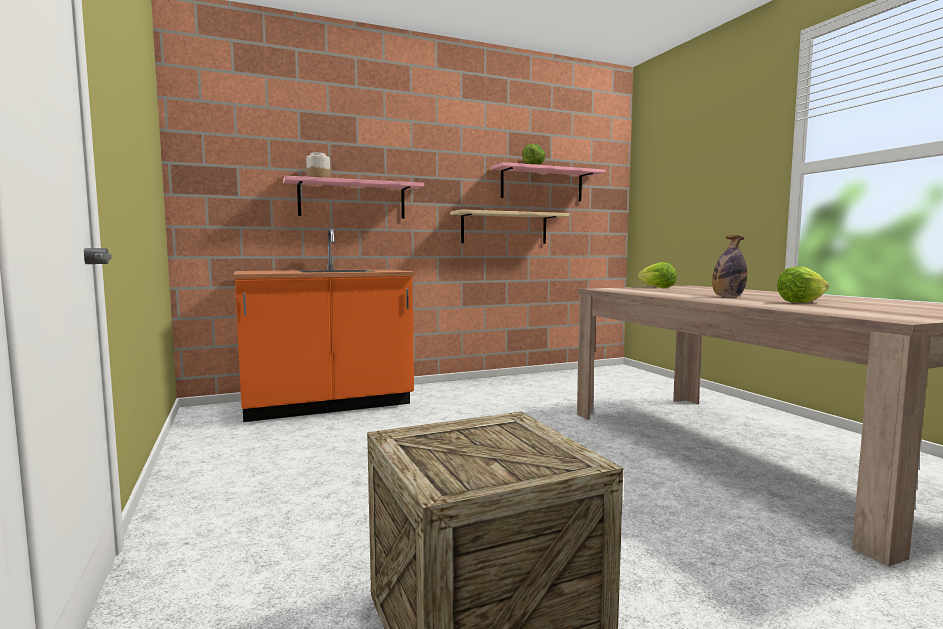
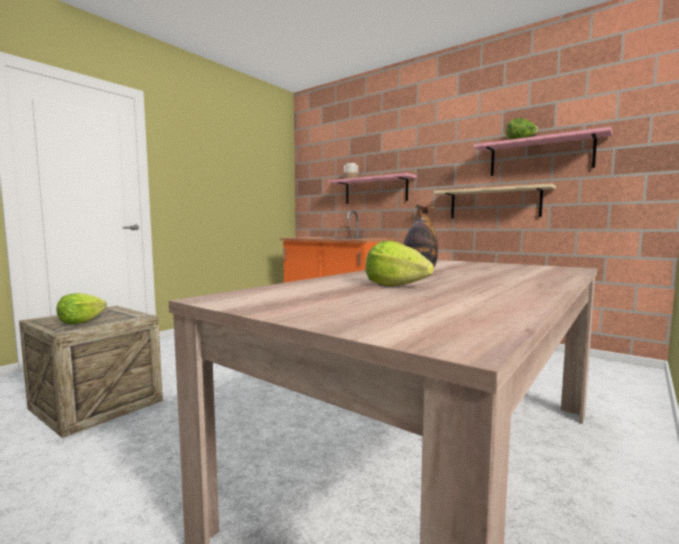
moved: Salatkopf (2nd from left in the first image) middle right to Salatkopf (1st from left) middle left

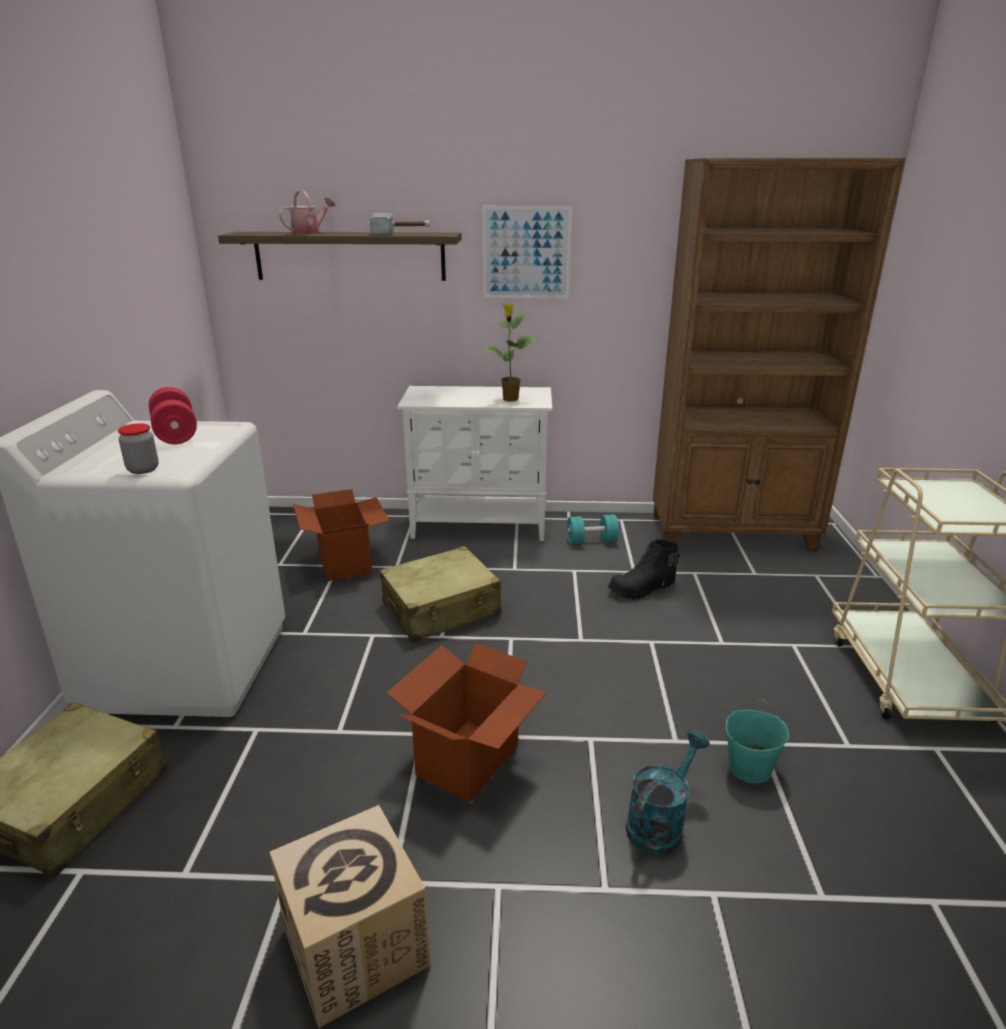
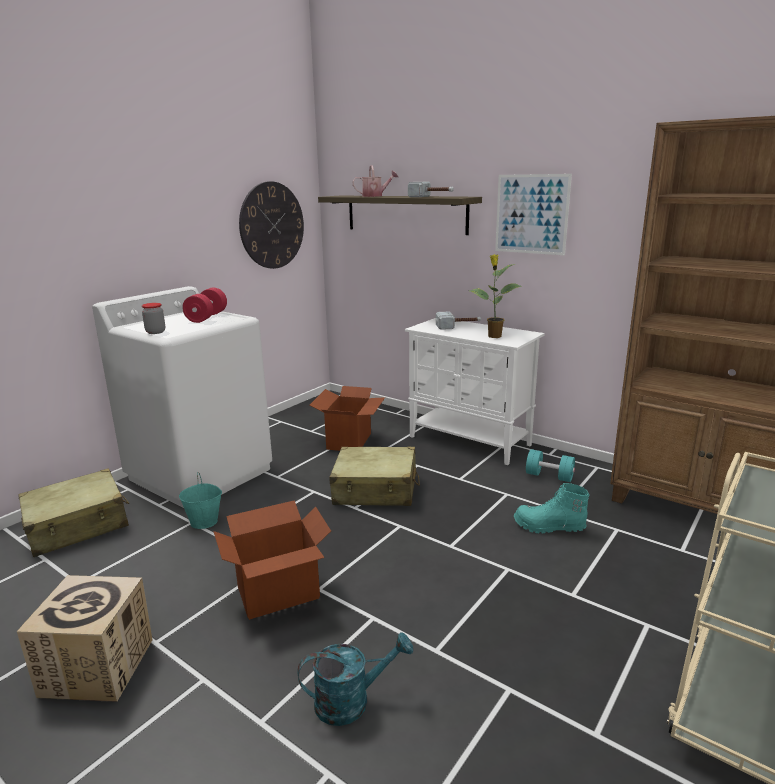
added: Wanduhr top centre; Hammer (2nd from left) centre
moved: Eimer [türkis] bottom right to middle left
recoloured: Stiefel [schwarz] centre to Stiefel [türkis] middle right

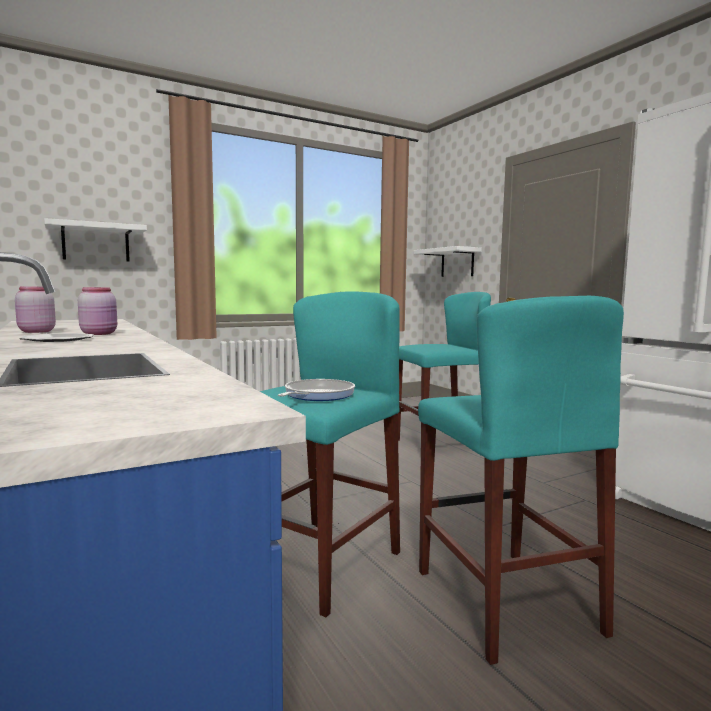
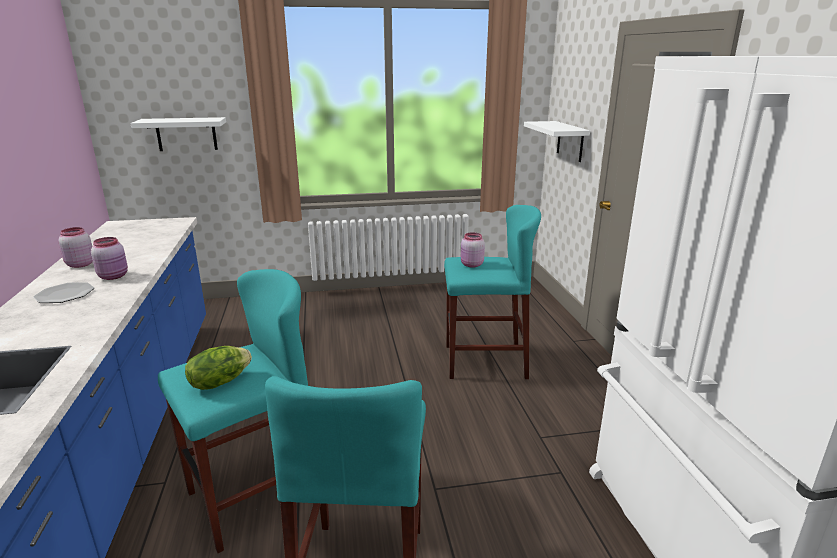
added: Vorratsglas [rosa] (3rd from left) centre
replaced: Pfanne centre to Salatkopf middle left

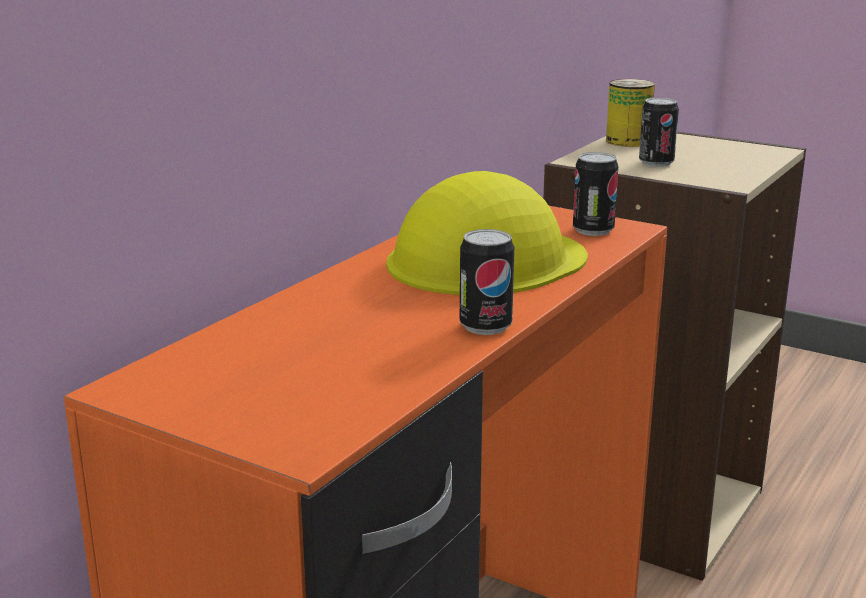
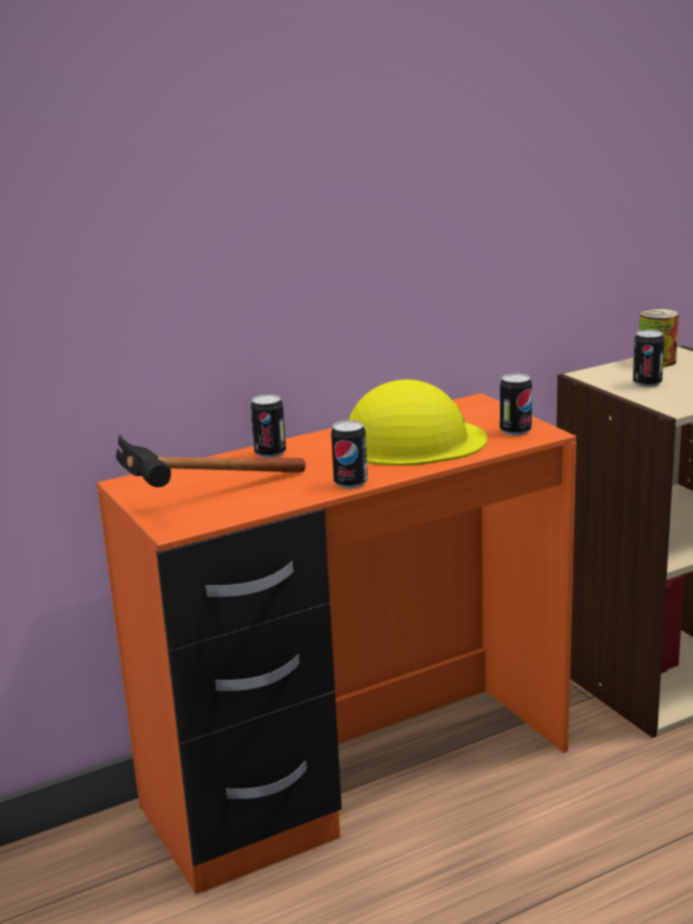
added: Hammer middle left; Dose (1st from left) centre

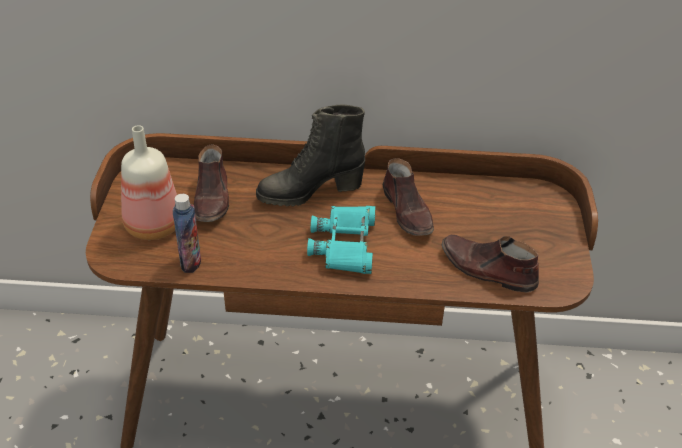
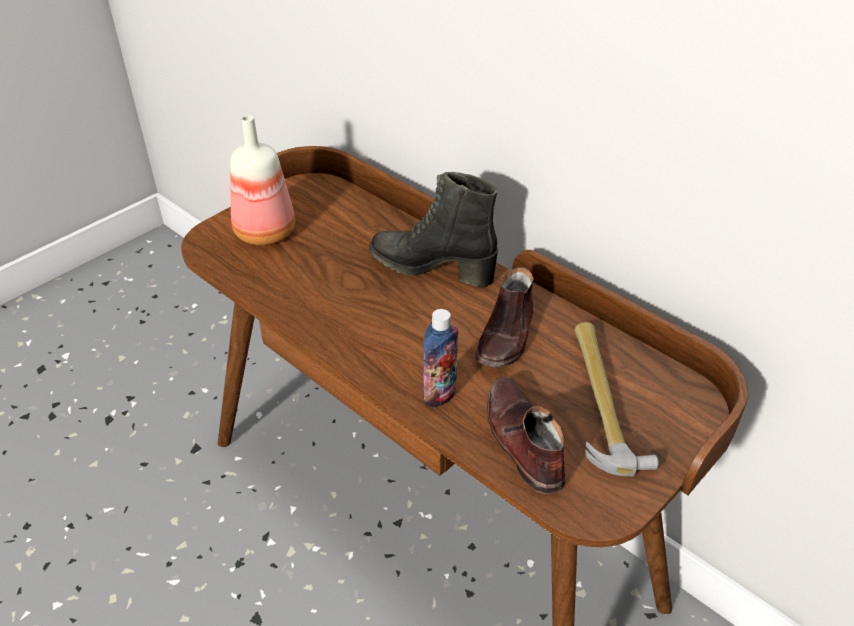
removed: Schuh [braun] (1st from left) middle left; Fernglas [türkis] centre
added: Hammer middle right
moved: Flasche (2nd from left) middle left to centre

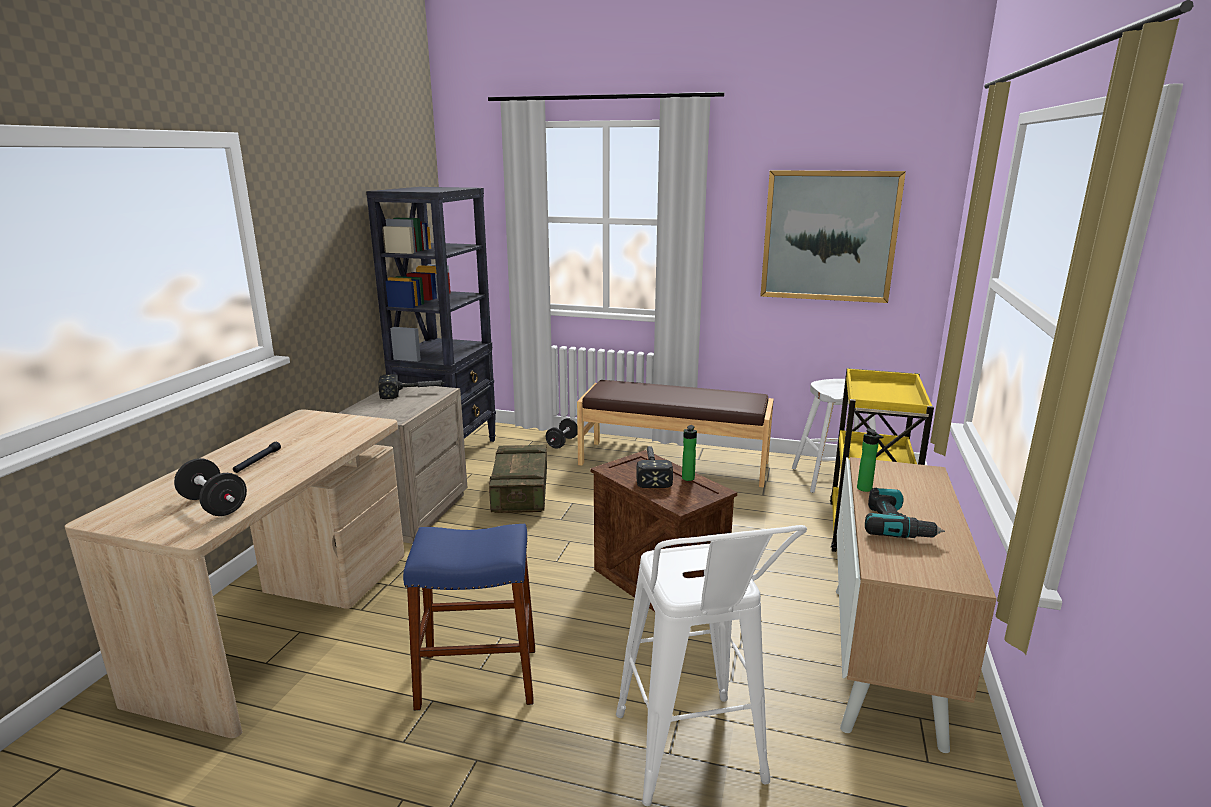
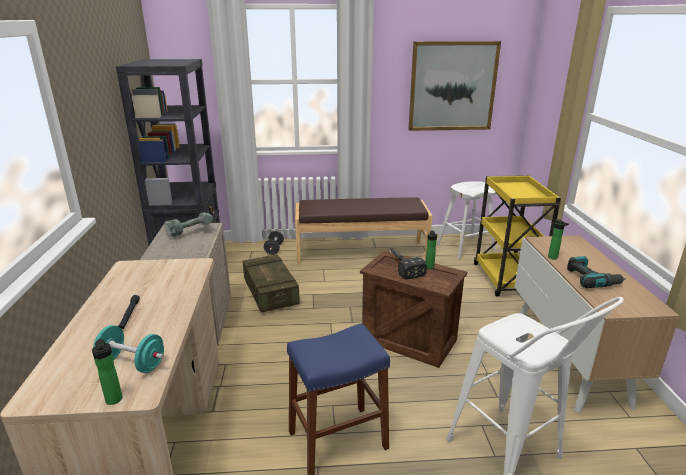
added: Flasche (1st from left) bottom left
replaced: Hammer (1st from left) centre to Bohrmaschine (1st from left) middle left
recoloured: Hantel [schwarz] (1st from left) middle left to Hantel [türkis] bottom left

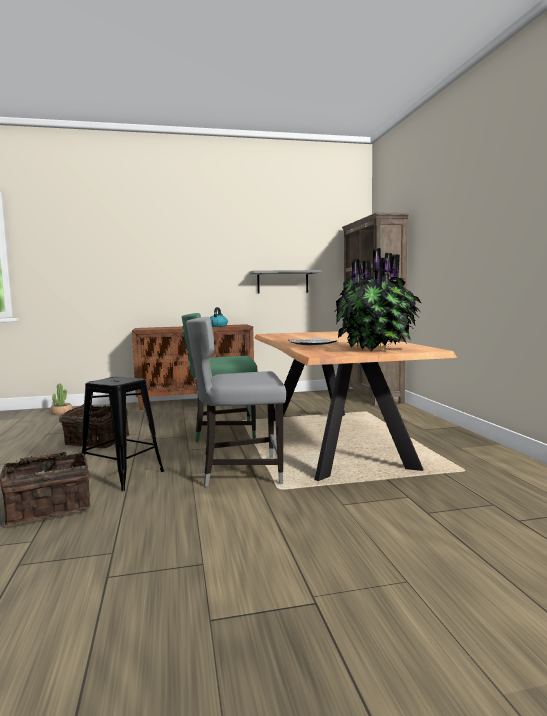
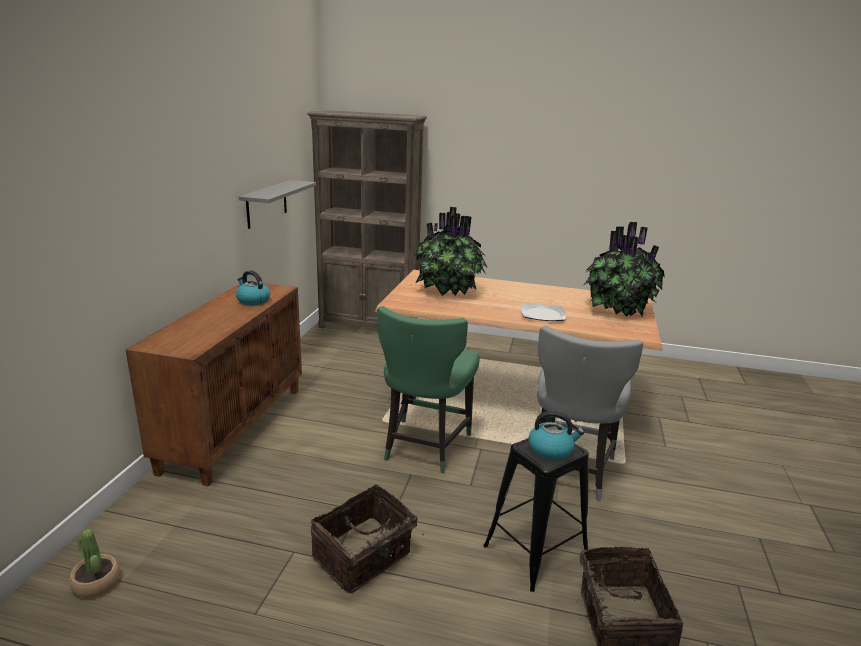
added: Topfpflanze (2nd from left) centre; Wasserkessel (2nd from left) bottom centre

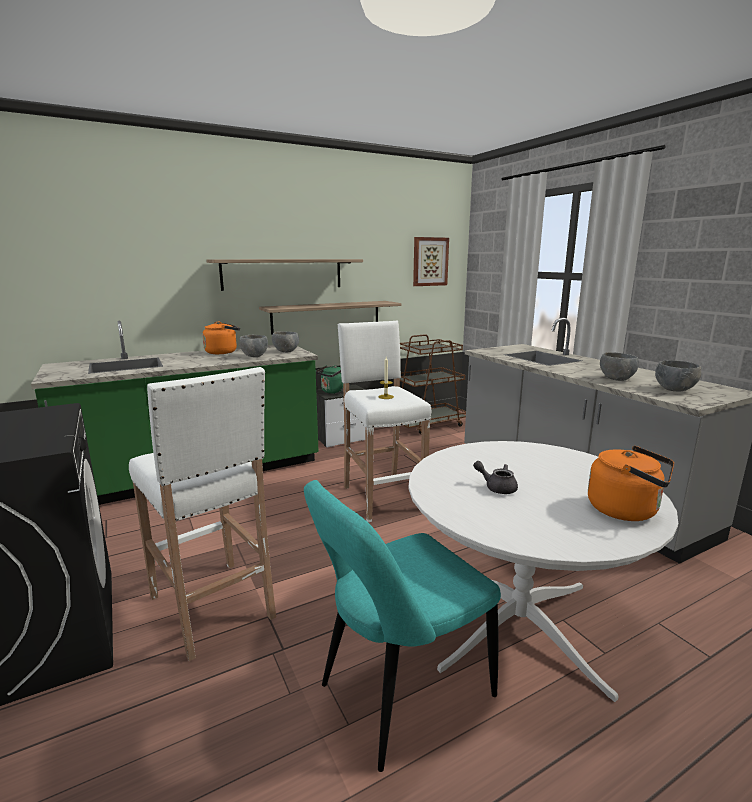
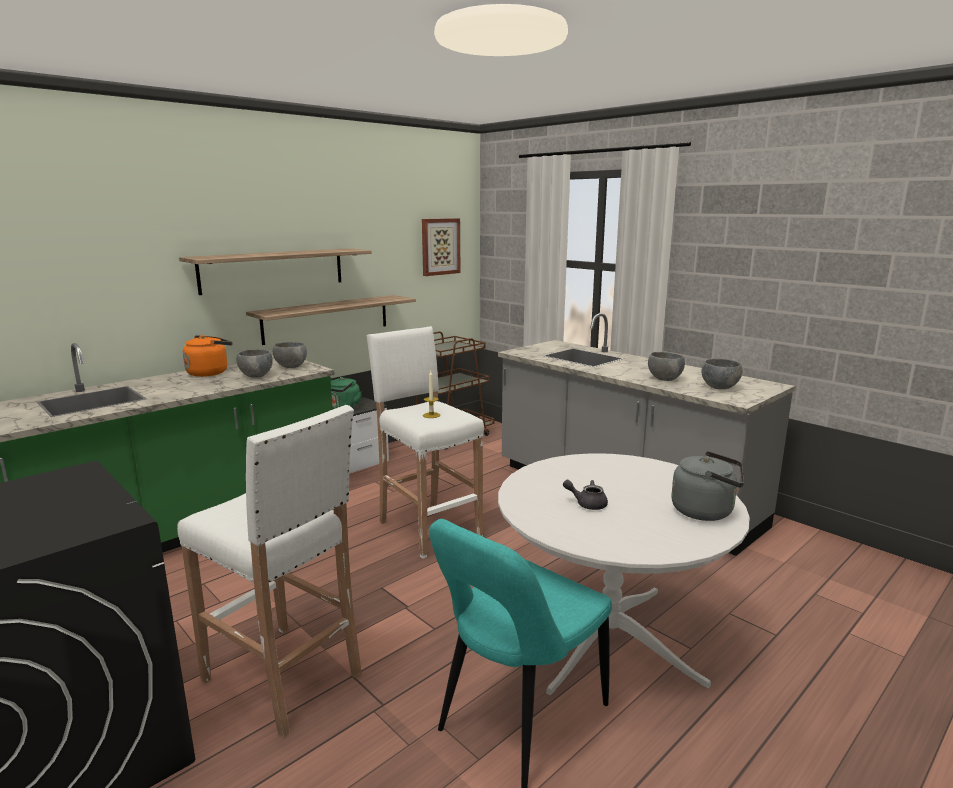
recoloured: Wasserkessel [orange] (2nd from left) middle right to Wasserkessel [grau] middle right

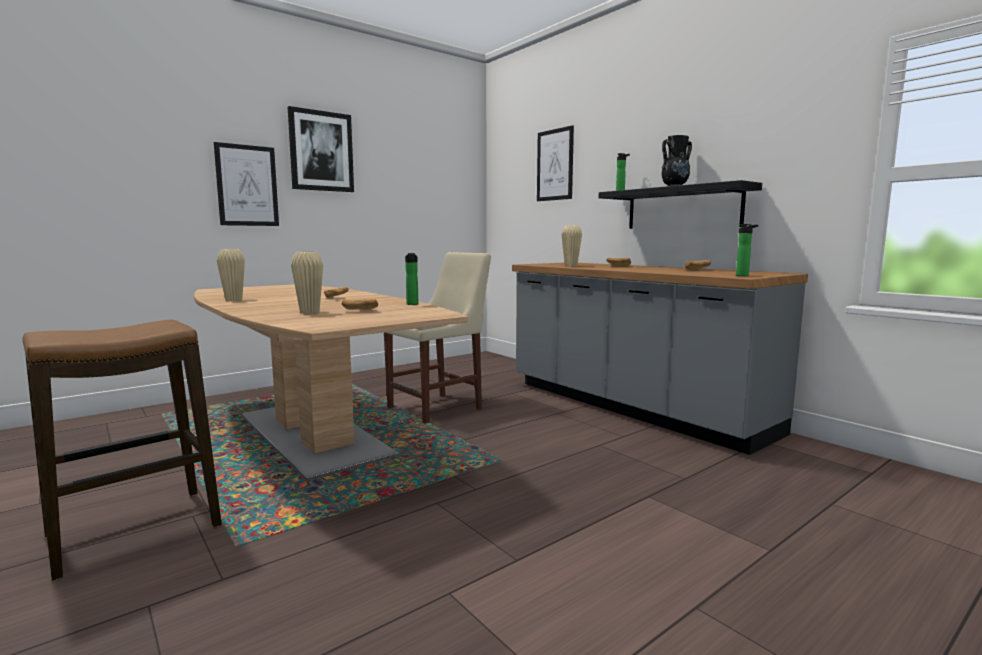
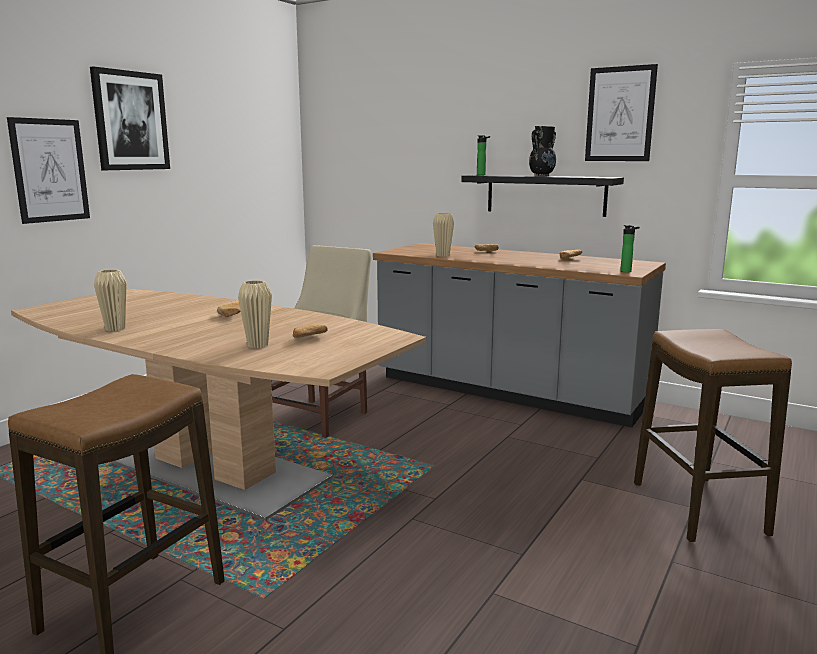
removed: Flasche (1st from left) centre
added: Hocker (2nd from left) middle right
moved: Bild (3rd from left) top centre to top right

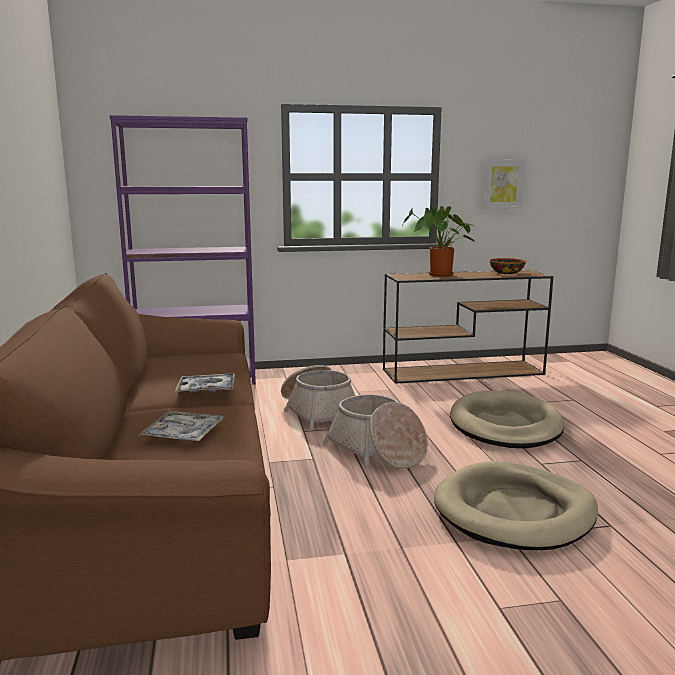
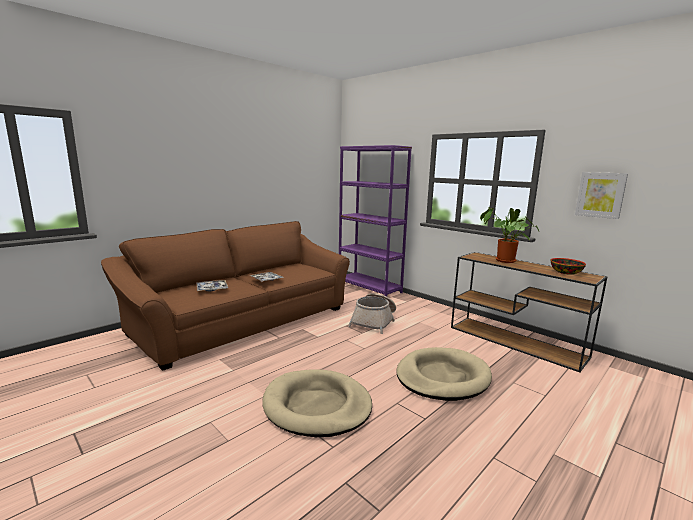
removed: Korb (2nd from left) centre

